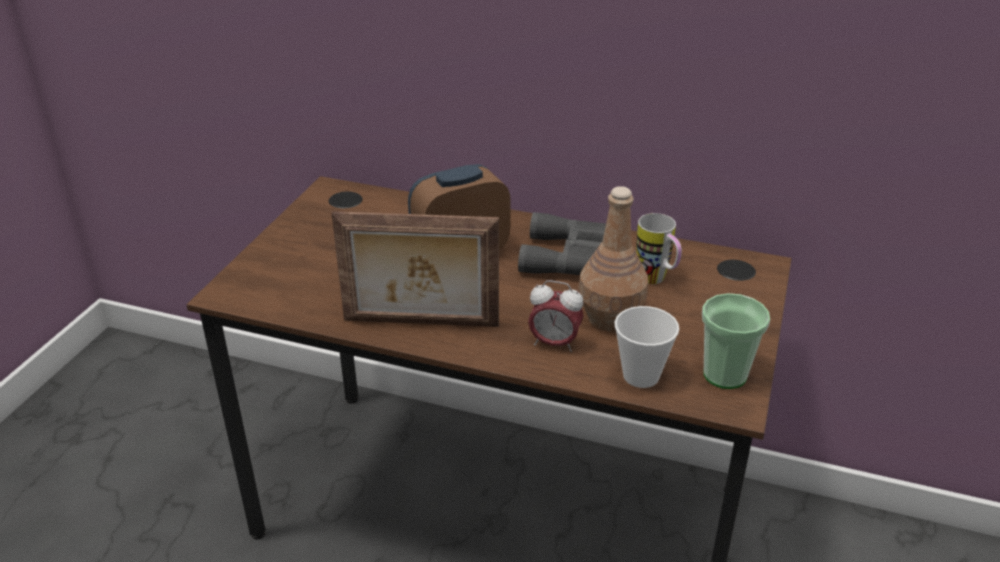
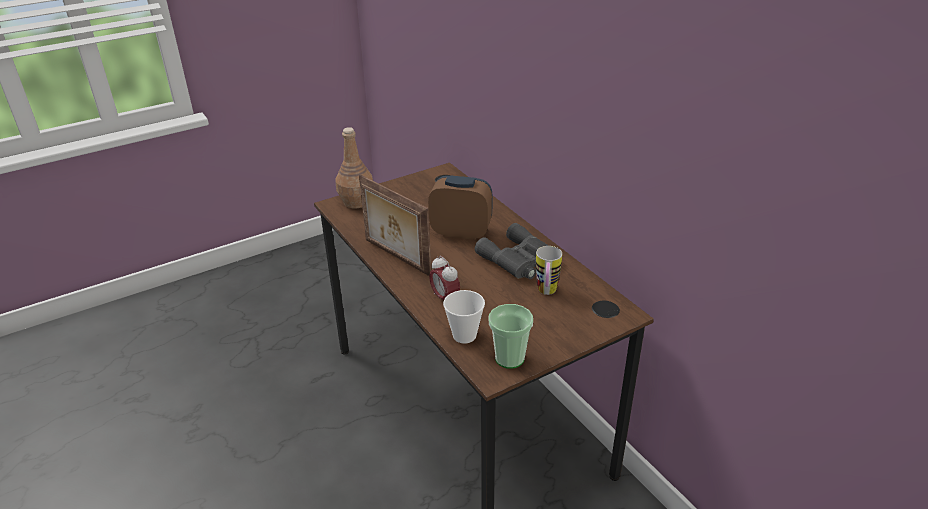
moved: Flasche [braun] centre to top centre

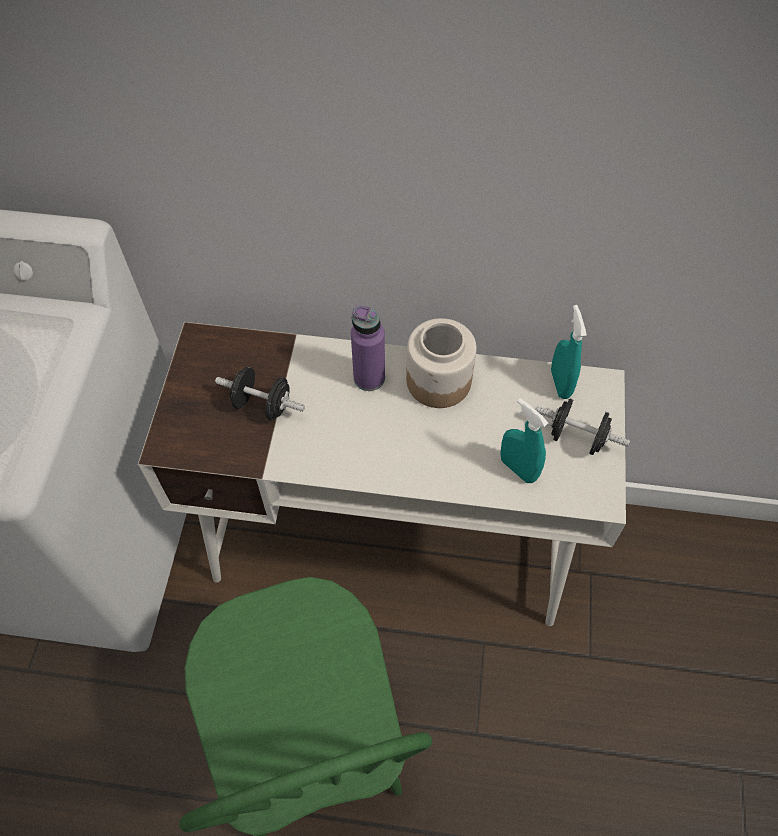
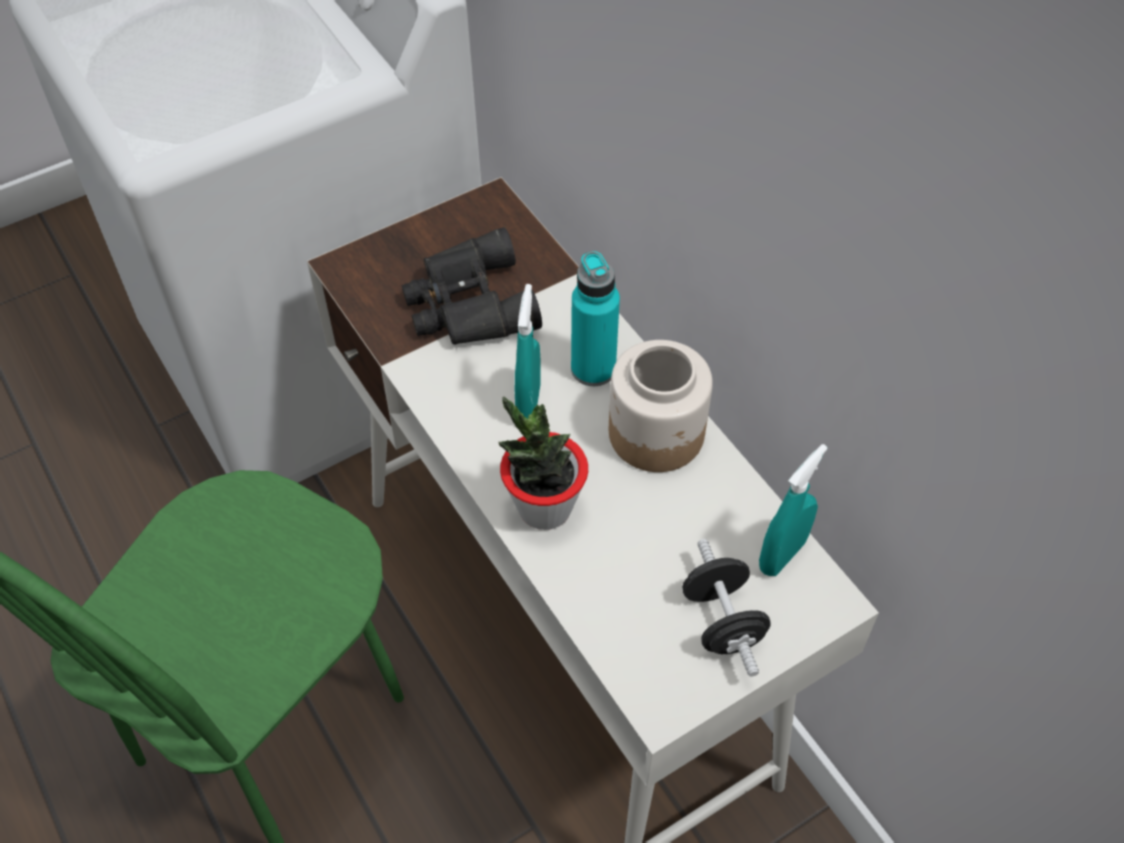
added: Topfpflanze centre
moved: Sprühflasche [türkis] (1st from left) middle right to centre
replaced: Hantel [schwarz] (1st from left) centre to Fernglas [schwarz] centre
recoloured: Flasche [lila] centre to Flasche [türkis] centre

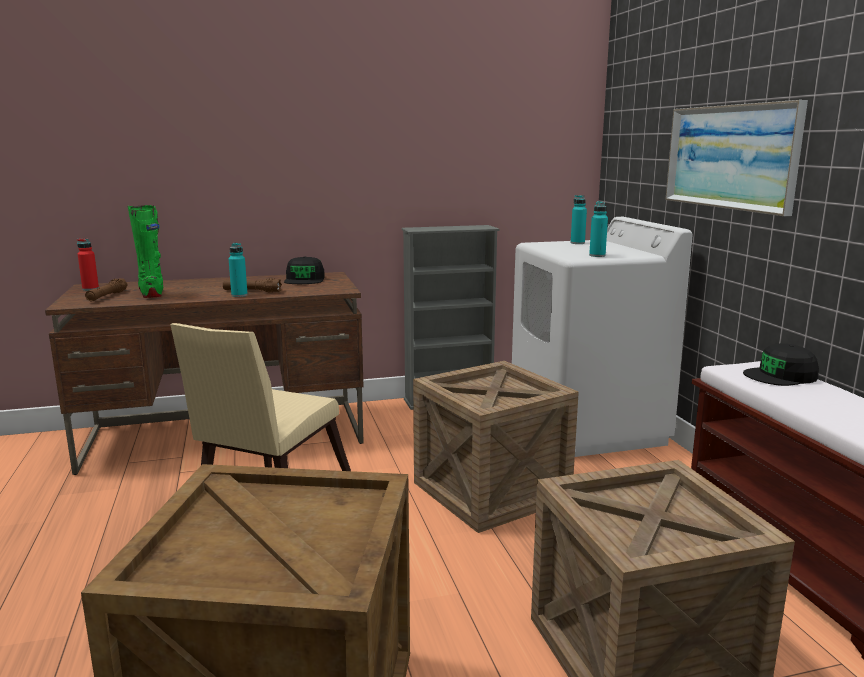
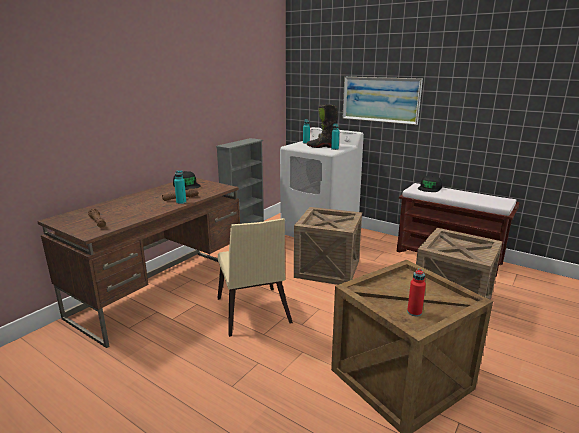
removed: Stiefel [grün] middle left
added: Stiefel [schwarz] top centre
moved: Flasche [rot] middle left to bottom right

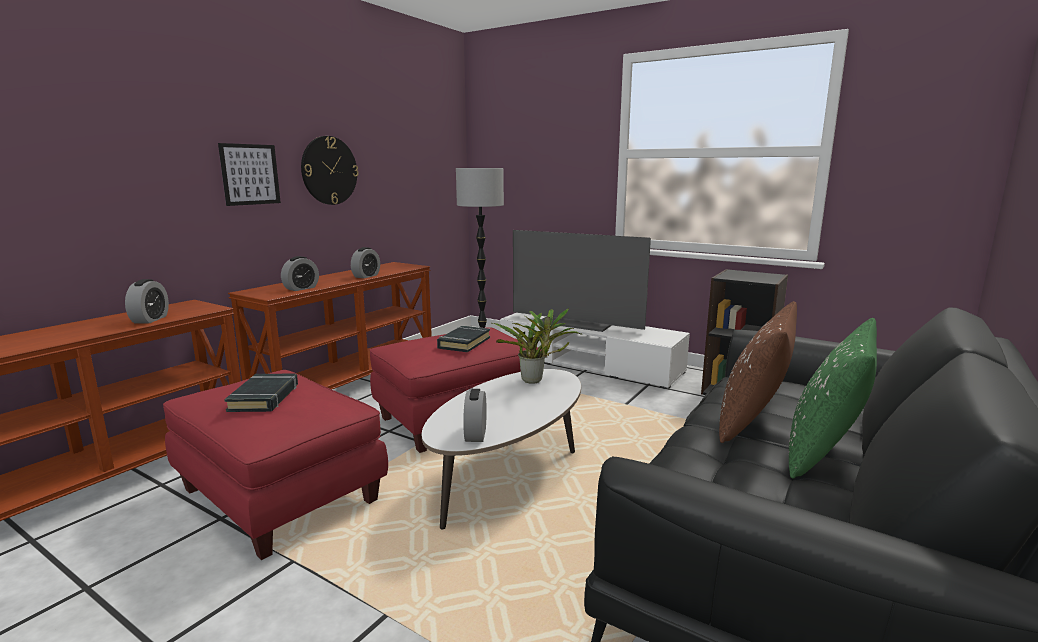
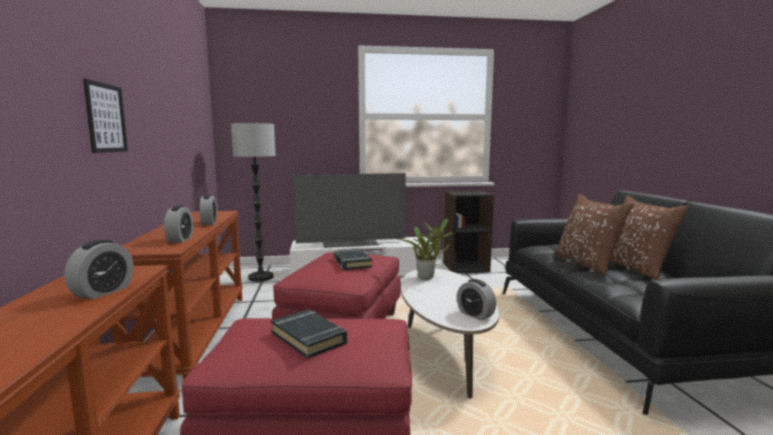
removed: Wanduhr top left
recoloured: Kissen [grün] middle right to Kissen [braun] (2nd from left) middle right
turned: Wecker (1st from left) middle left = middle left 60 degrees clockwise

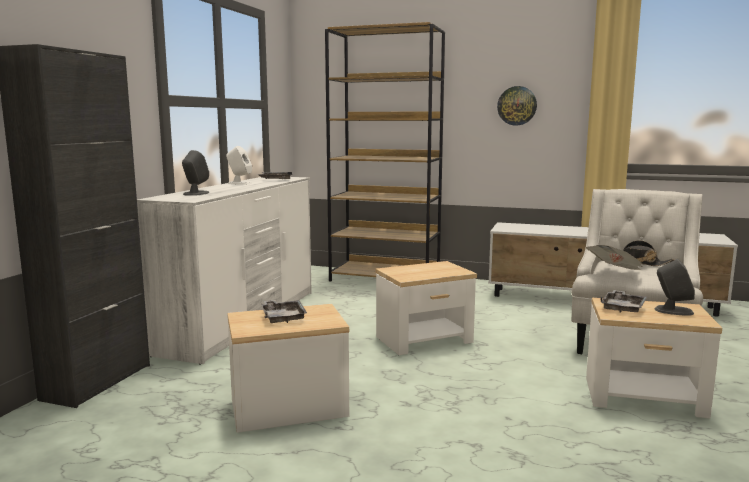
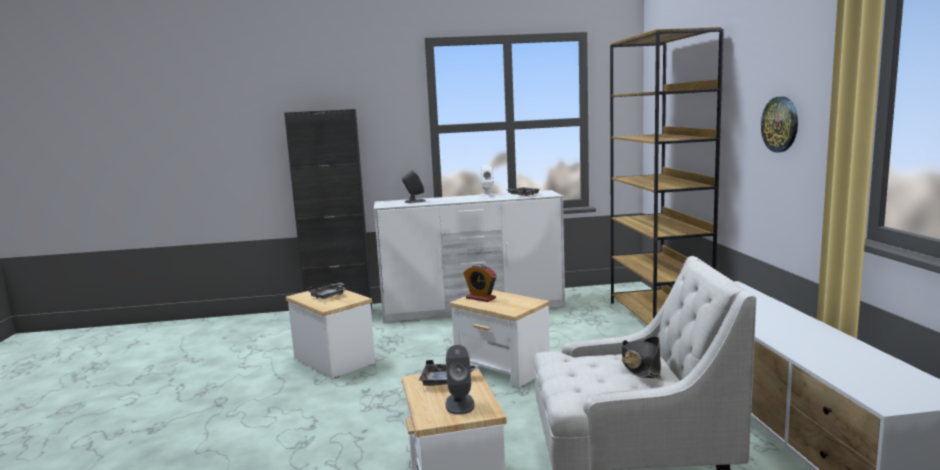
removed: Zeitung middle right
added: Wecker centre

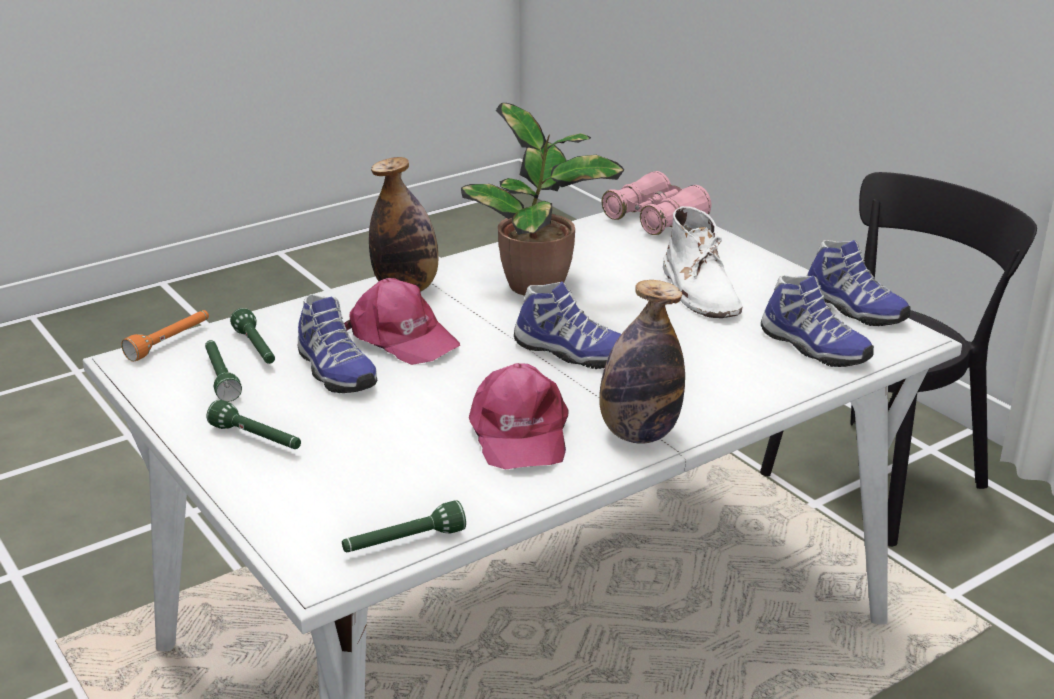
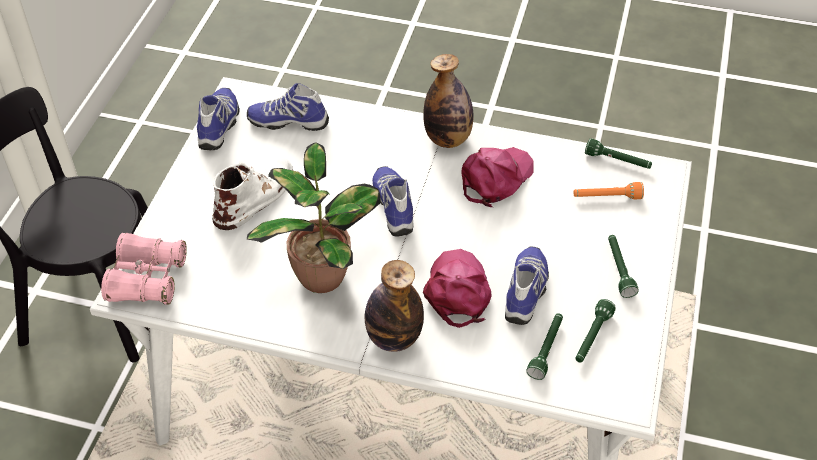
moved: Taschenlampe [orange] middle left to middle right
turned: Schuh (3rd from left in the first image) middle right = top centre 90 degrees counterclockwise

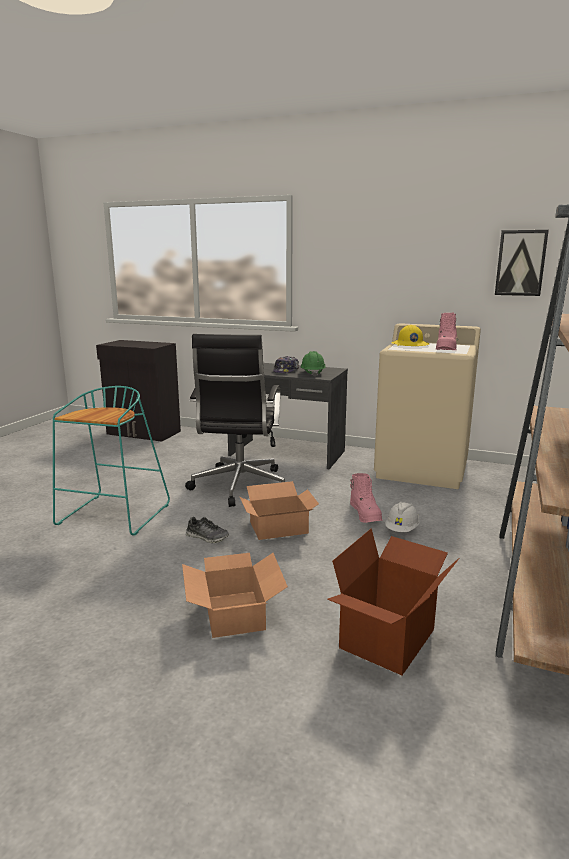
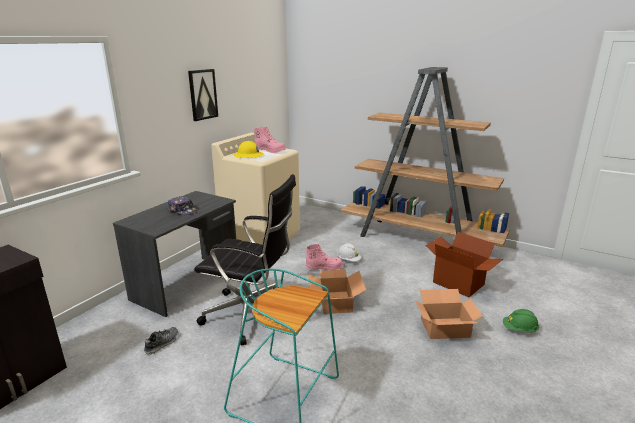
moved: Schuh centre to bottom left; Schutzhelm [grün] centre to bottom right; Bild top right to top left

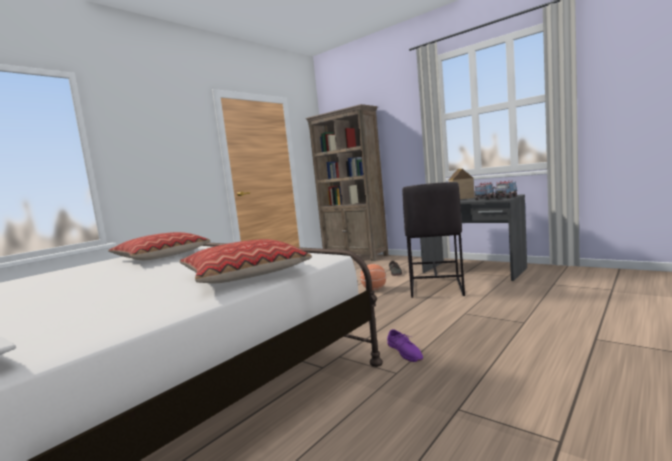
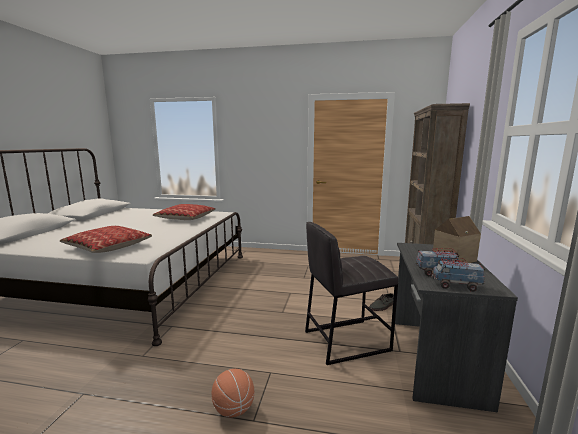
removed: Schuh [lila] bottom centre
moved: Basketball centre to bottom centre

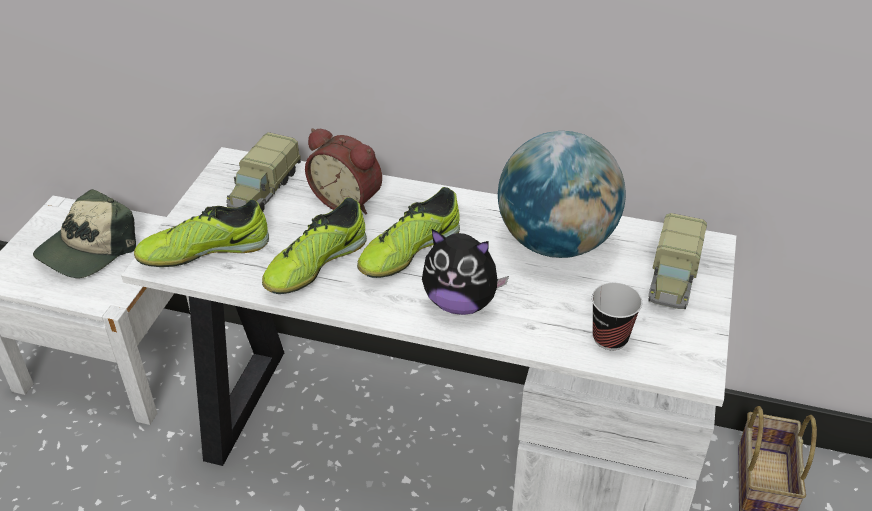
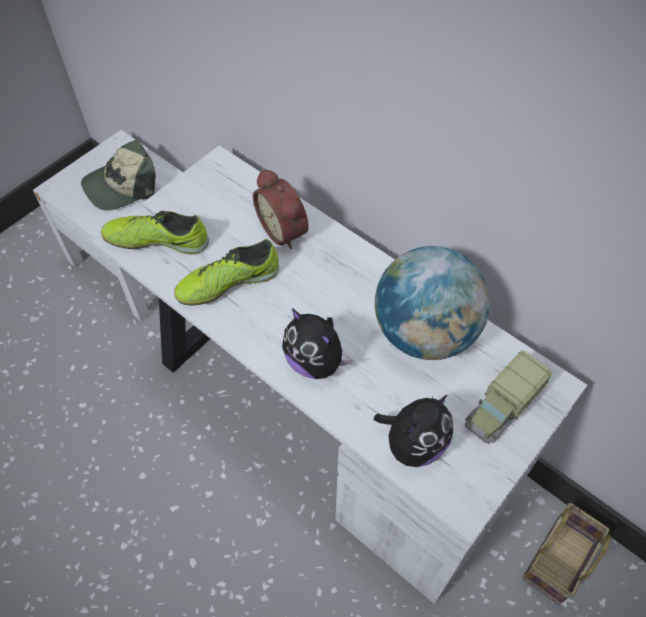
removed: Spielzeuglaster (1st from left) middle left; Schuh (3rd from left) centre
replaced: Tasse middle right to Plüschtier (2nd from left) bottom centre

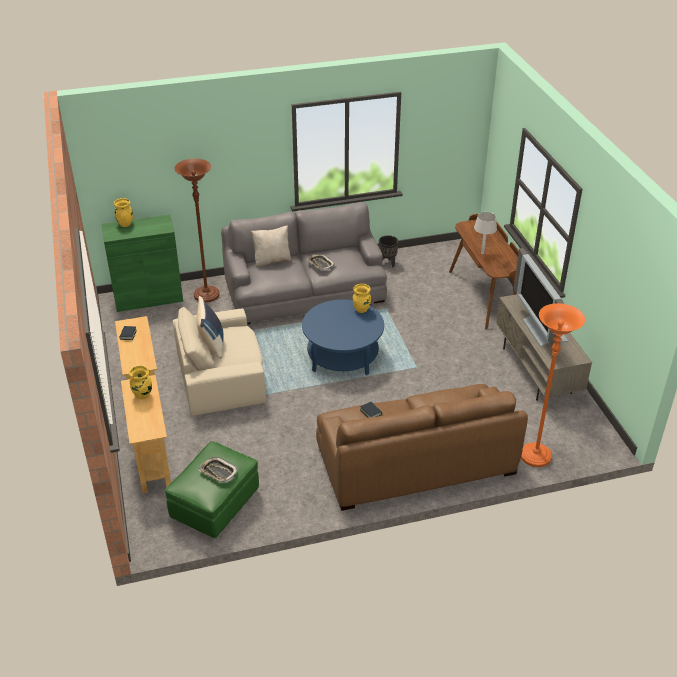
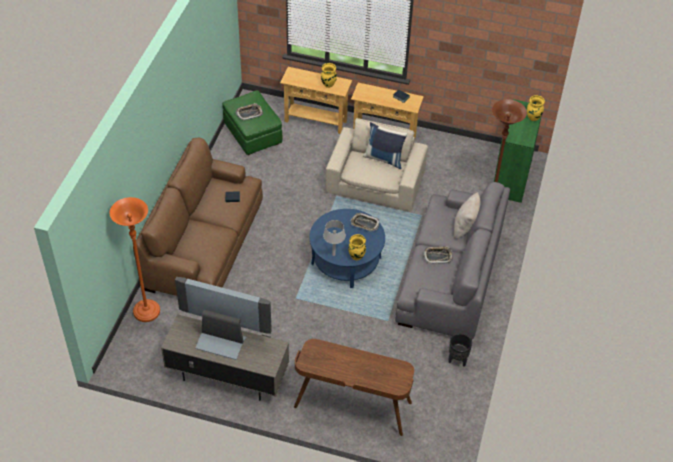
added: Tablett (2nd from left) centre
moved: Tischlampe [grau] middle right to centre

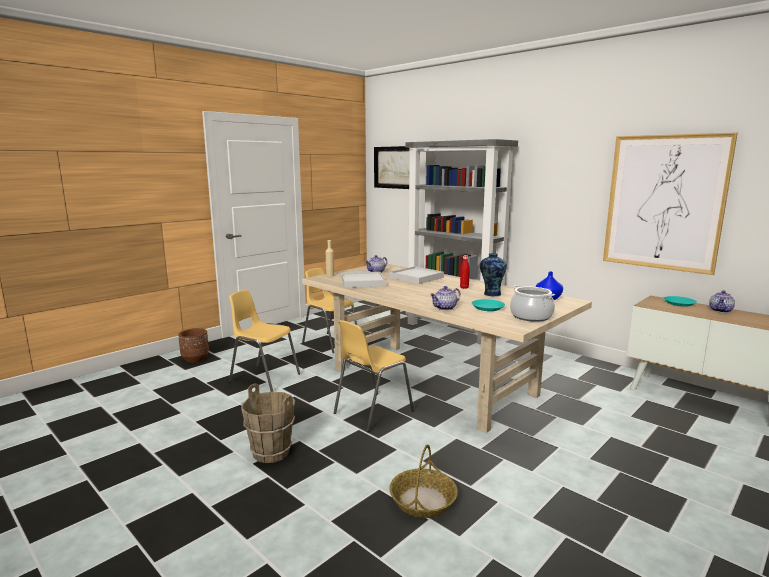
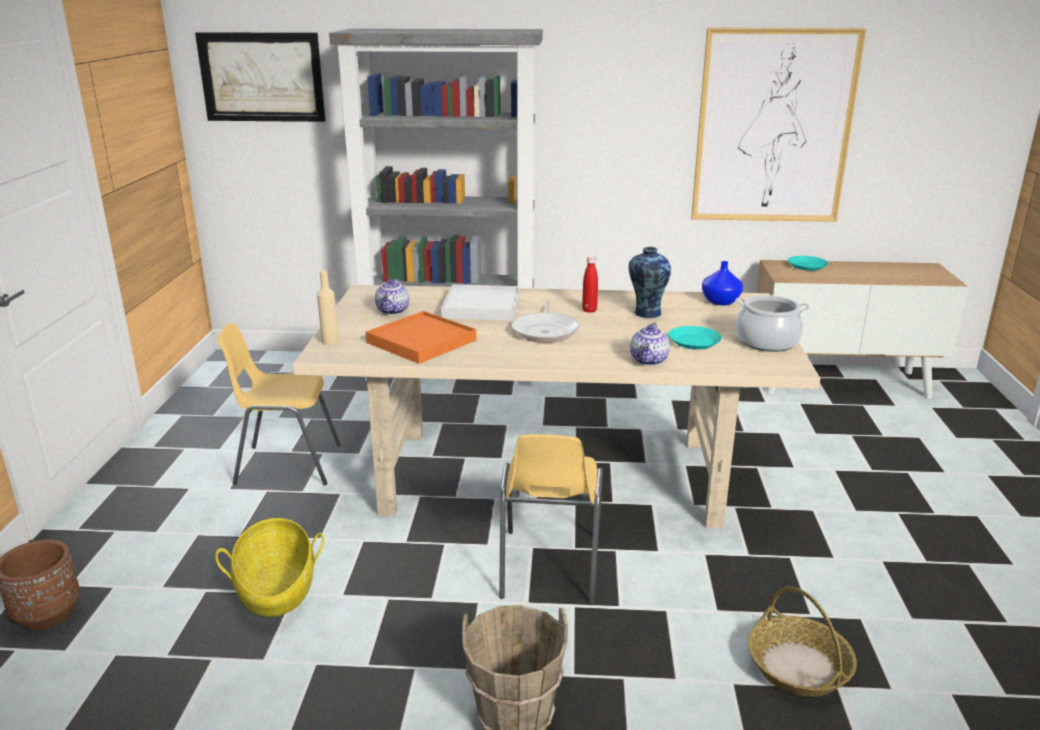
removed: Teekanne (3rd from left) middle right
added: Pfanne centre
replaced: Stuhl [gelb] (1st from left) centre to Korb (1st from left) bottom left
recoloured: Tablett [weiß] (1st from left) centre to Tablett [orange] centre

